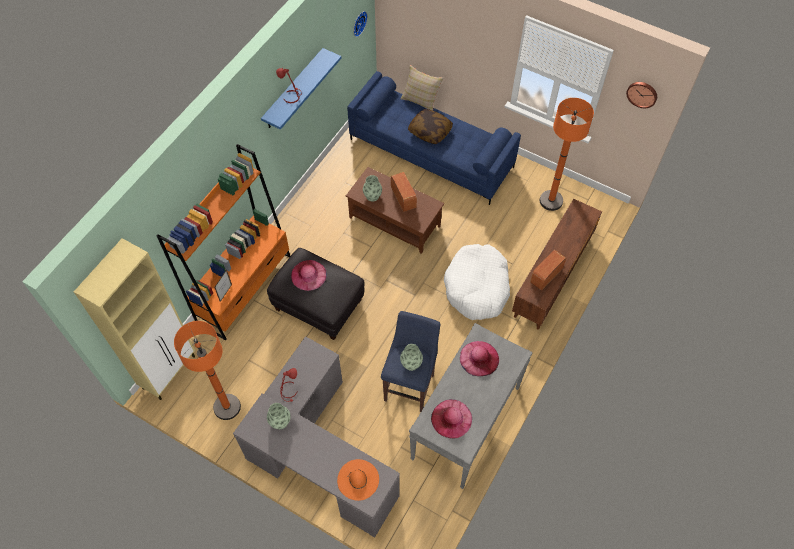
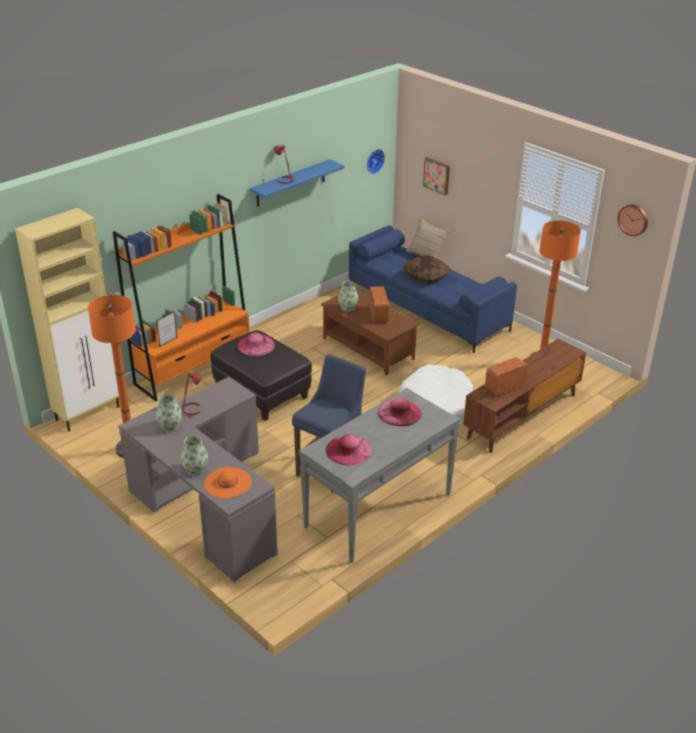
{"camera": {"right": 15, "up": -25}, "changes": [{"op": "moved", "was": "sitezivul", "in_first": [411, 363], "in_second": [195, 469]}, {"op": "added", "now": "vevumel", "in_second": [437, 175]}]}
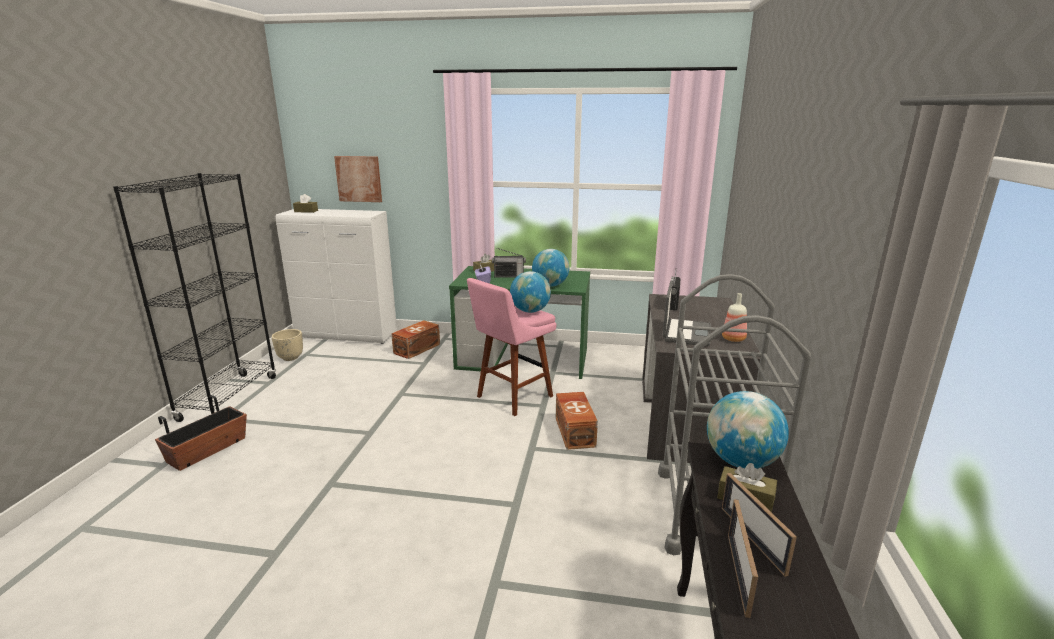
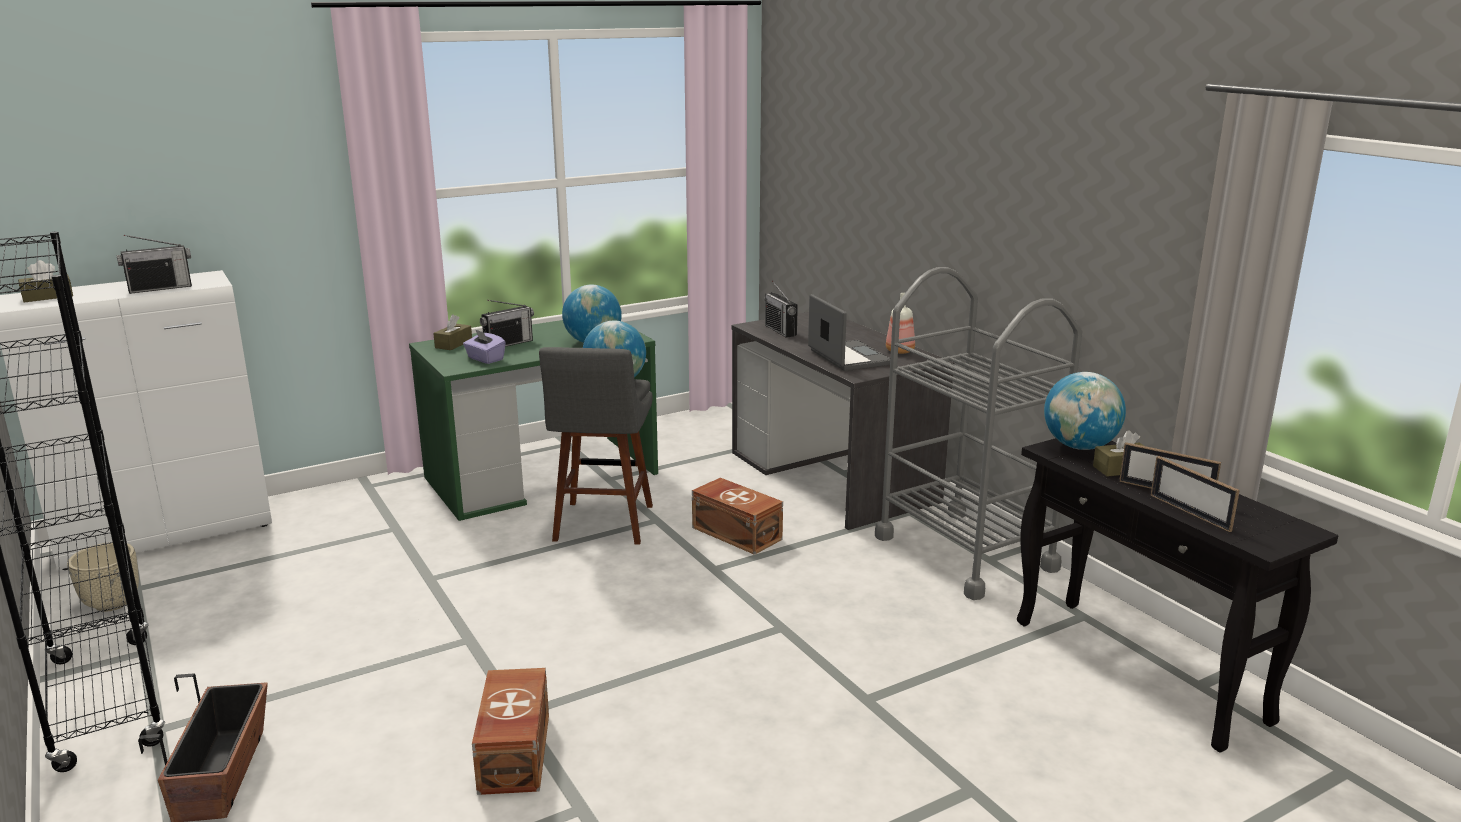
{"camera": {"right": -40, "up": 0}, "changes": [{"op": "removed", "was": "vevumel", "in_first": [359, 179]}, {"op": "moved", "was": "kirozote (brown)", "in_first": [416, 349], "in_second": [512, 754]}, {"op": "recoloured", "was": "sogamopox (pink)", "now": "sogamopox (grey)", "in_first": [512, 398], "in_second": [602, 526]}, {"op": "added", "now": "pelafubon", "in_second": [160, 288]}]}
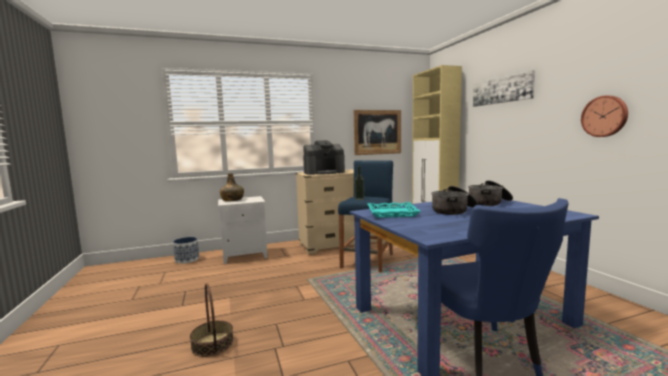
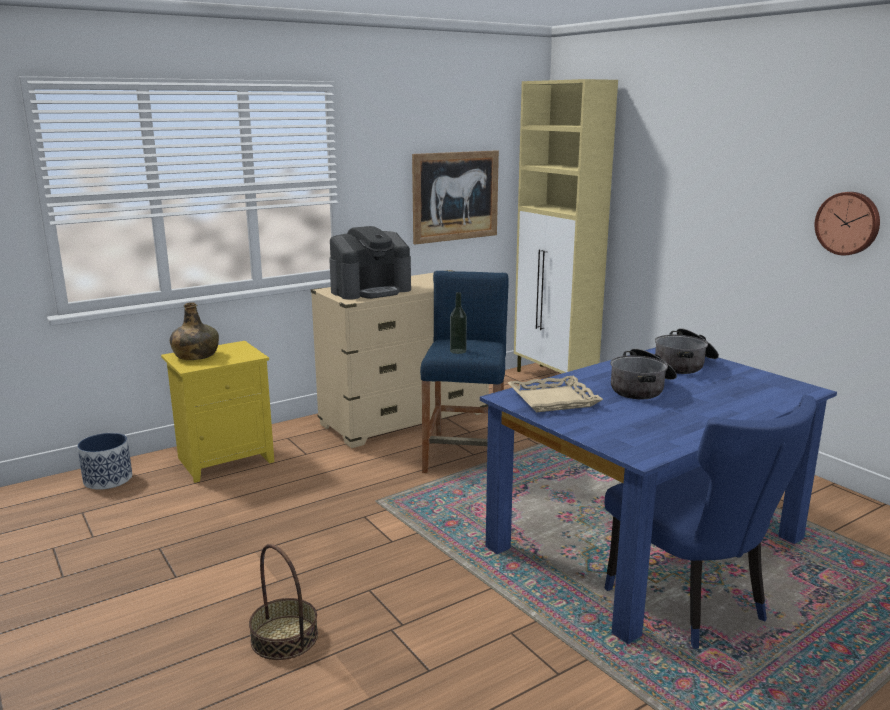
{"camera": {"right": -15, "up": 10}, "changes": [{"op": "recoloured", "was": "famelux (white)", "now": "famelux (yellow)", "in_first": [245, 255], "in_second": [226, 459]}, {"op": "recoloured", "was": "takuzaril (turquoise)", "now": "takuzaril (beige)", "in_first": [392, 213], "in_second": [553, 399]}, {"op": "removed", "was": "vevumel", "in_first": [502, 90]}]}
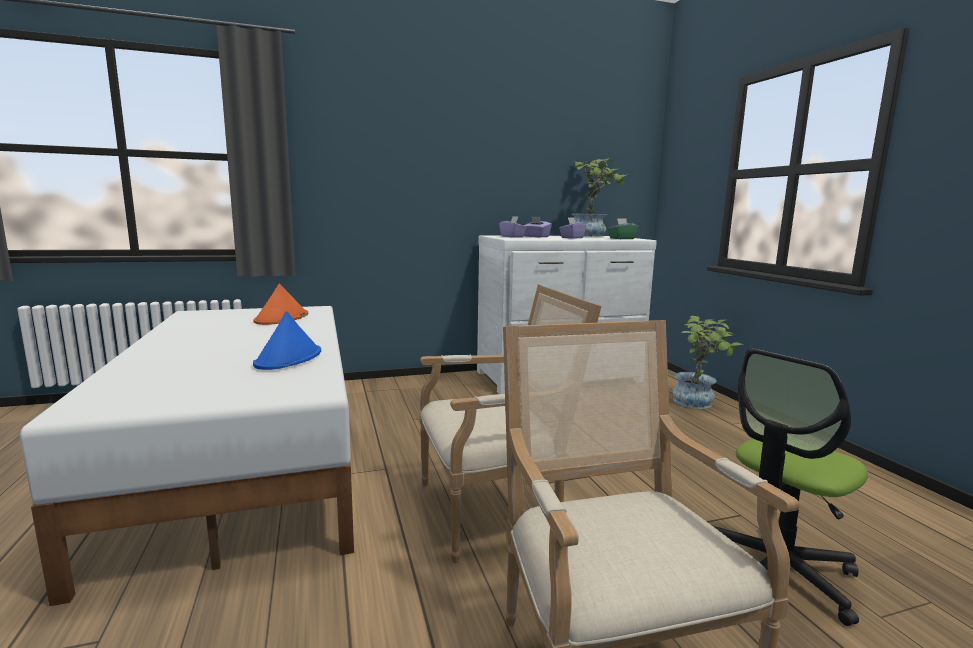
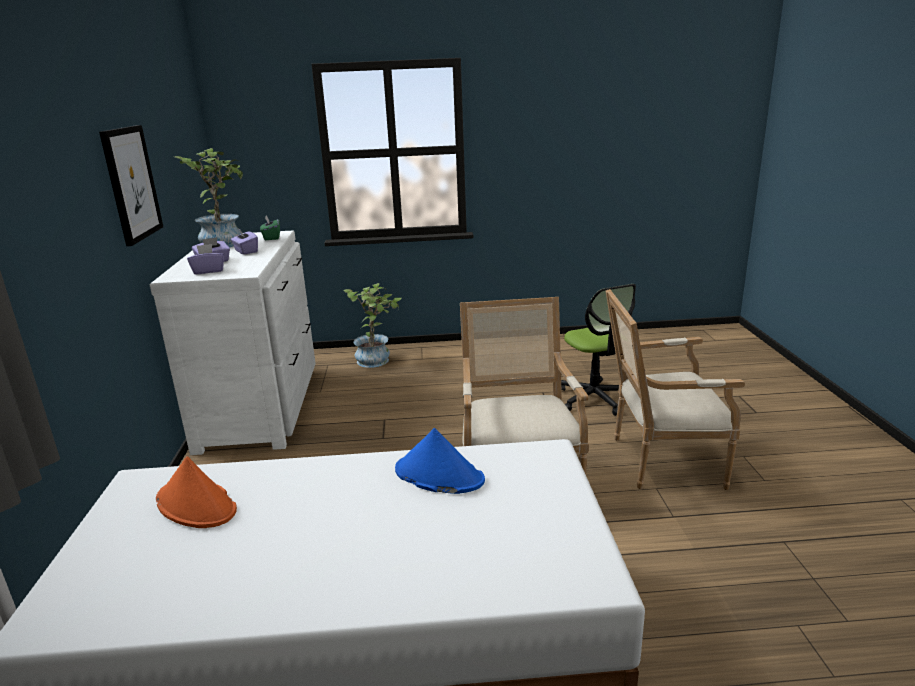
{"camera": {"right": -75, "up": 10}, "changes": [{"op": "added", "now": "vevumel", "in_second": [131, 183]}]}
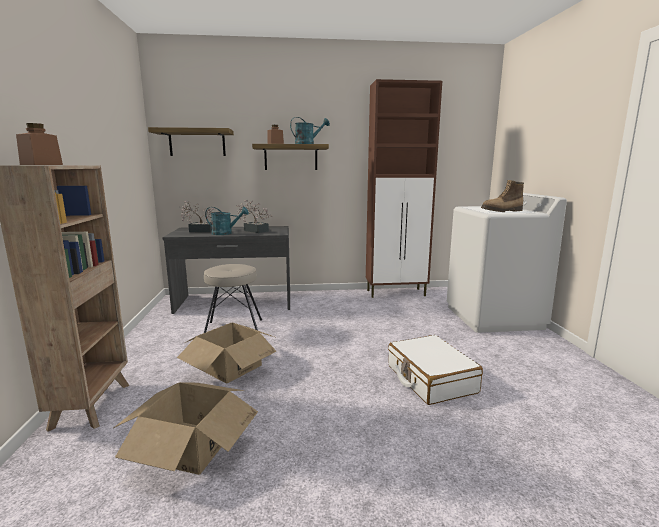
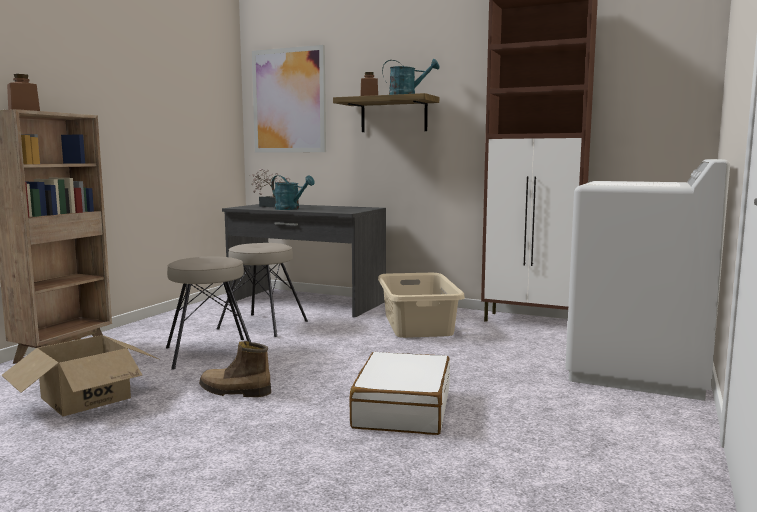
{"camera": {"right": 30, "up": -5}, "changes": [{"op": "replaced", "was": "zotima", "now": "vevumel", "in_first": [197, 143], "in_second": [289, 101]}, {"op": "replaced", "was": "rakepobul", "now": "sogamopox (beige)", "in_first": [231, 367], "in_second": [209, 353]}, {"op": "removed", "was": "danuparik", "in_first": [254, 230]}, {"op": "moved", "was": "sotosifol", "in_first": [502, 211], "in_second": [234, 392]}, {"op": "added", "now": "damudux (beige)", "in_second": [418, 324]}]}
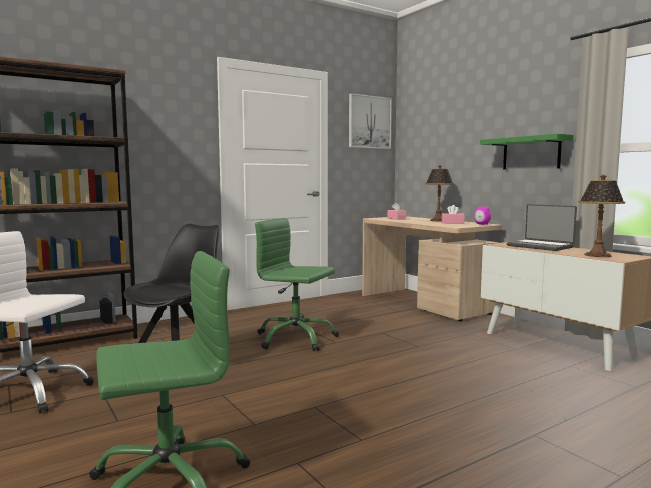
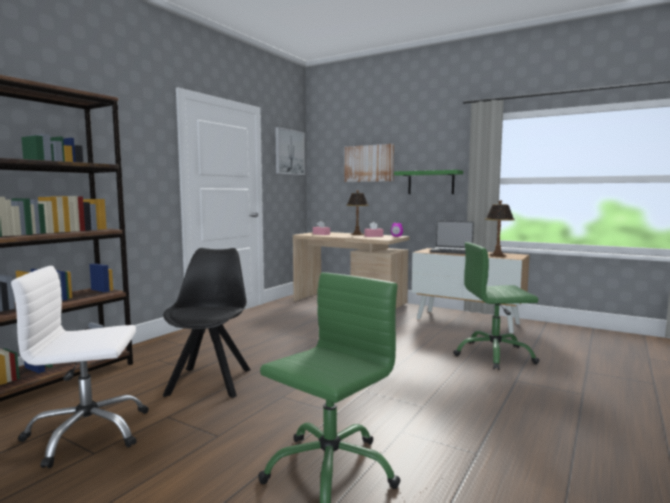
{"camera": {"right": -25, "up": 0}, "changes": [{"op": "moved", "was": "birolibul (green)", "in_first": [295, 338], "in_second": [494, 355]}, {"op": "added", "now": "vevumel", "in_second": [369, 163]}]}
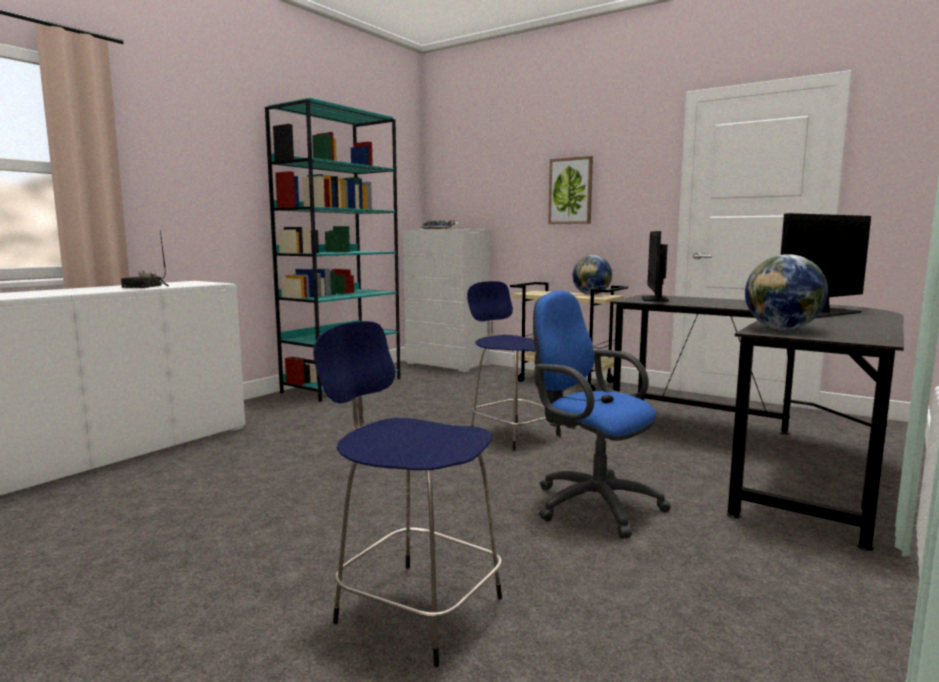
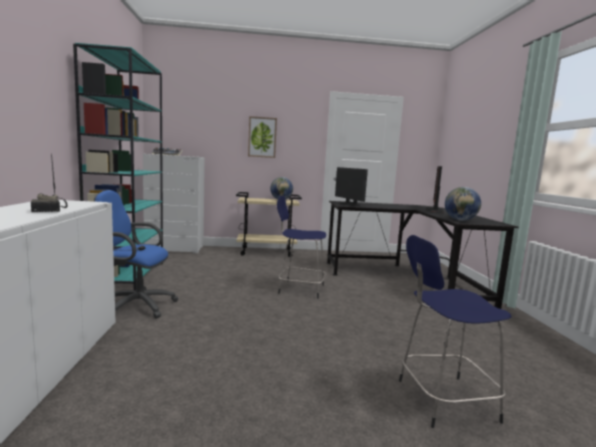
{"camera": {"right": -40, "up": 0}, "changes": [{"op": "moved", "was": "birolibul (blue)", "in_first": [590, 504], "in_second": [135, 306]}]}
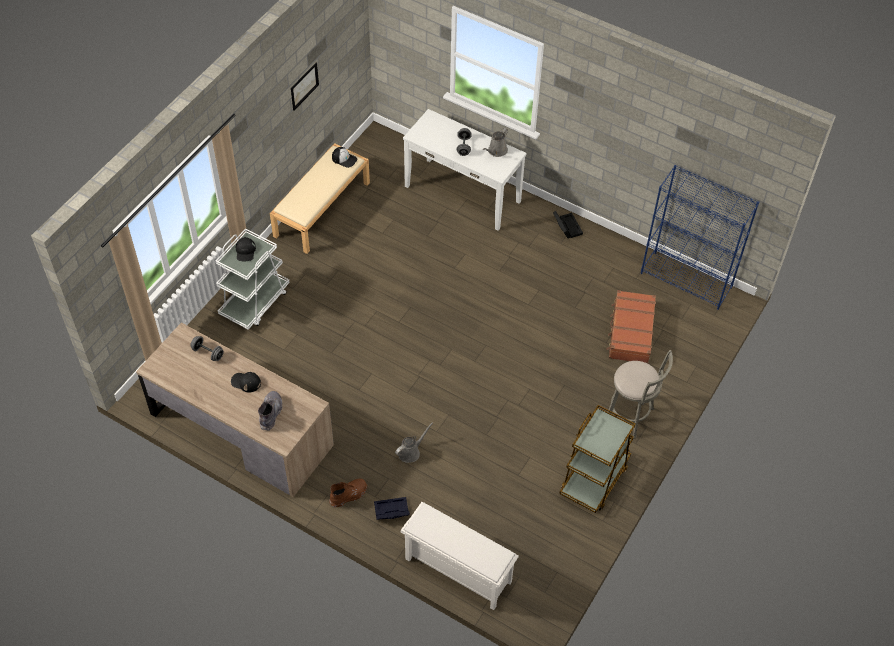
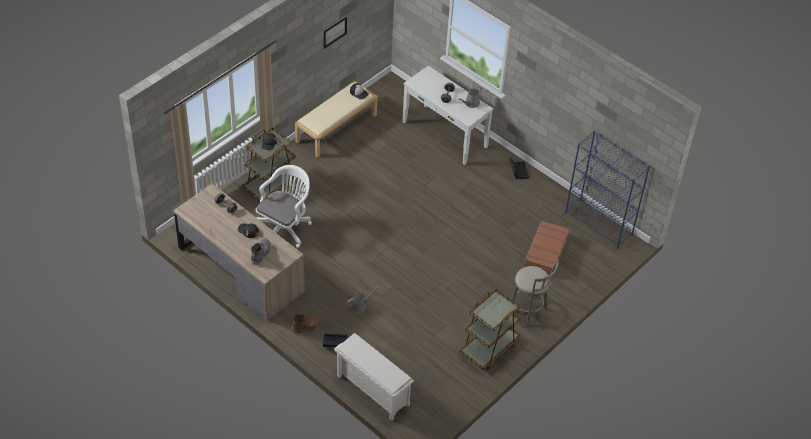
{"camera": {"right": 10, "up": -5}, "changes": [{"op": "recoloured", "was": "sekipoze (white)", "now": "sekipoze (brown)", "in_first": [255, 302], "in_second": [271, 185]}, {"op": "added", "now": "birolibul (white)", "in_second": [285, 227]}]}
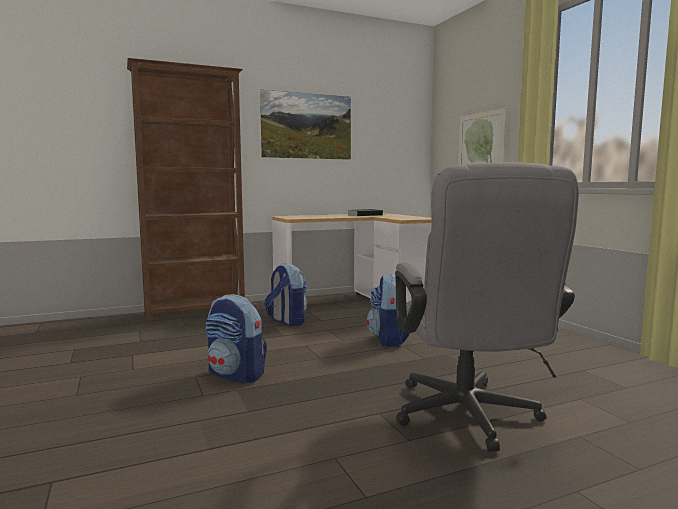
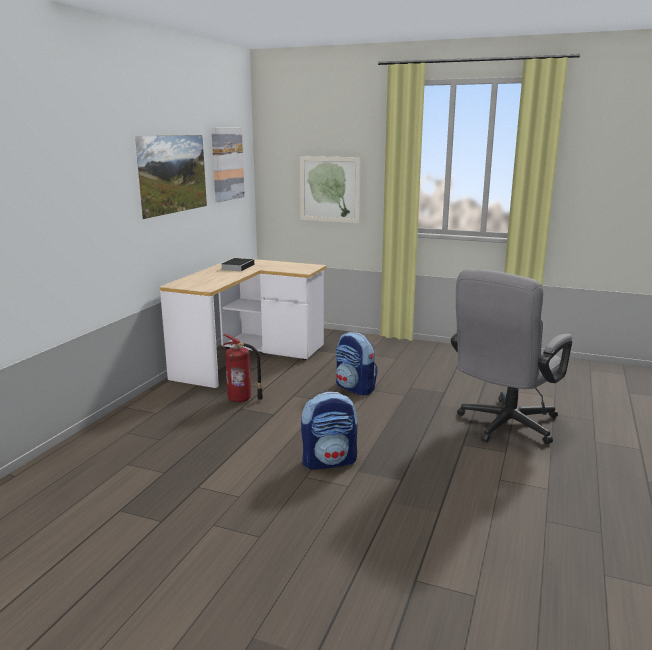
{"camera": {"right": -45, "up": 10}, "changes": [{"op": "removed", "was": "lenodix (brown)", "in_first": [196, 313]}, {"op": "replaced", "was": "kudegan", "now": "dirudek", "in_first": [286, 321], "in_second": [241, 399]}, {"op": "turned", "was": "birolibul (grey)", "in_first": [469, 419], "in_second": [503, 426], "clockwise": 90}, {"op": "added", "now": "vevumel", "in_second": [227, 164]}]}
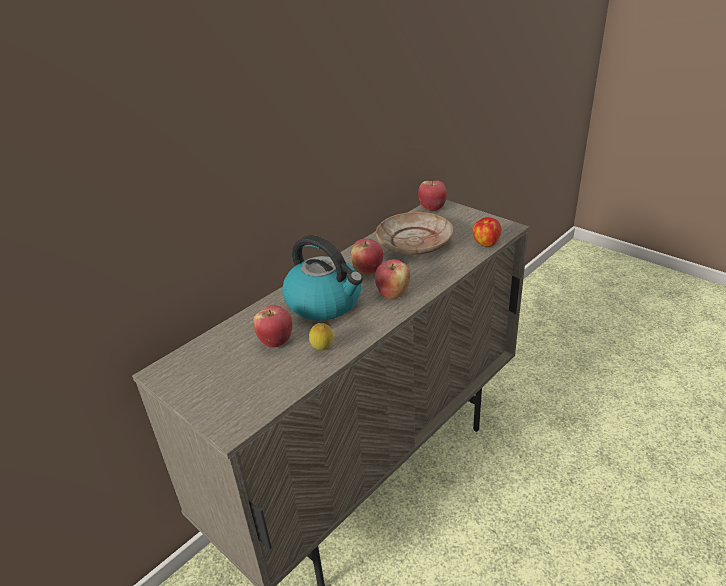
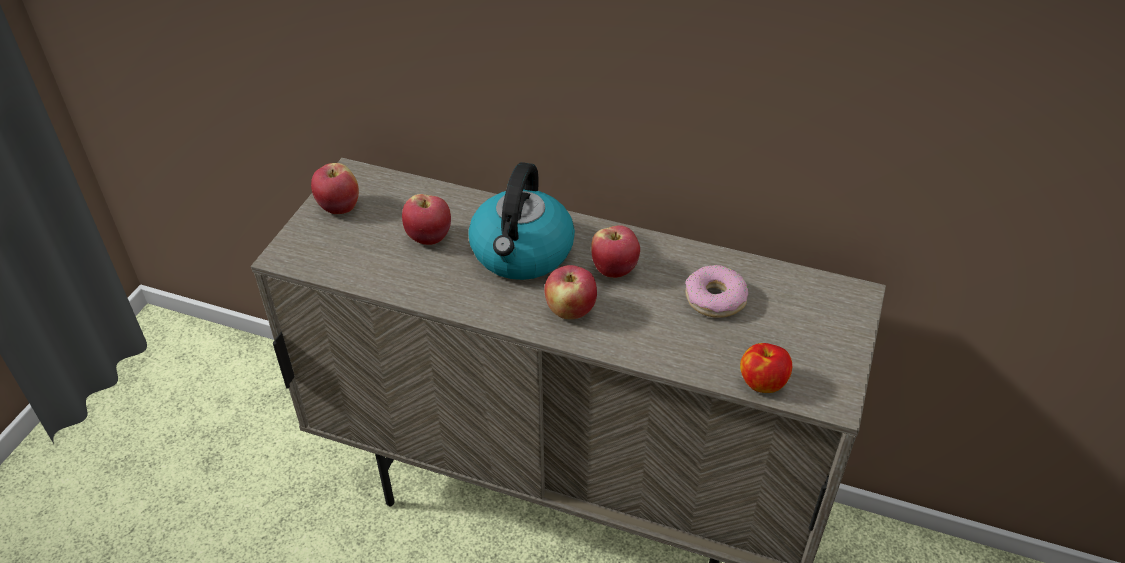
{"camera": {"right": 65, "up": 10}, "changes": [{"op": "removed", "was": "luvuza", "in_first": [322, 350]}, {"op": "replaced", "was": "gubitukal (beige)", "now": "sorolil", "in_first": [415, 243], "in_second": [715, 299]}, {"op": "moved", "was": "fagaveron", "in_first": [432, 208], "in_second": [339, 207]}]}
